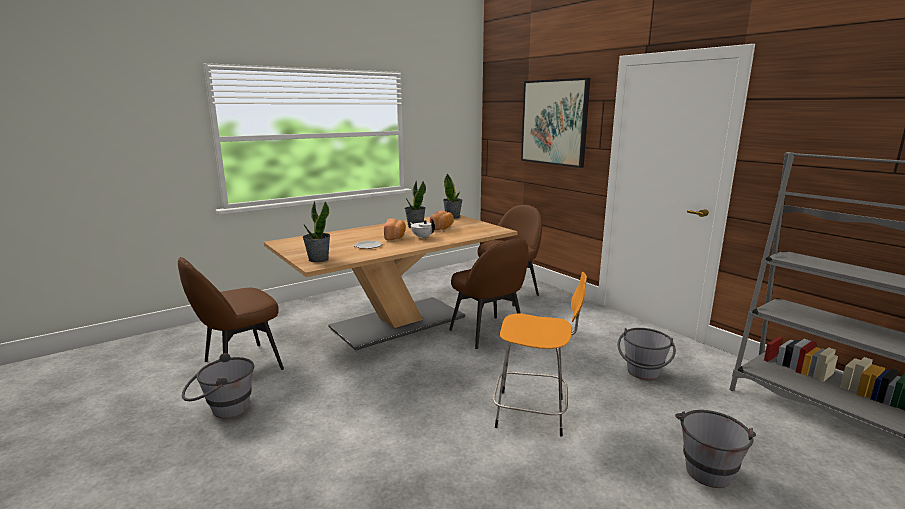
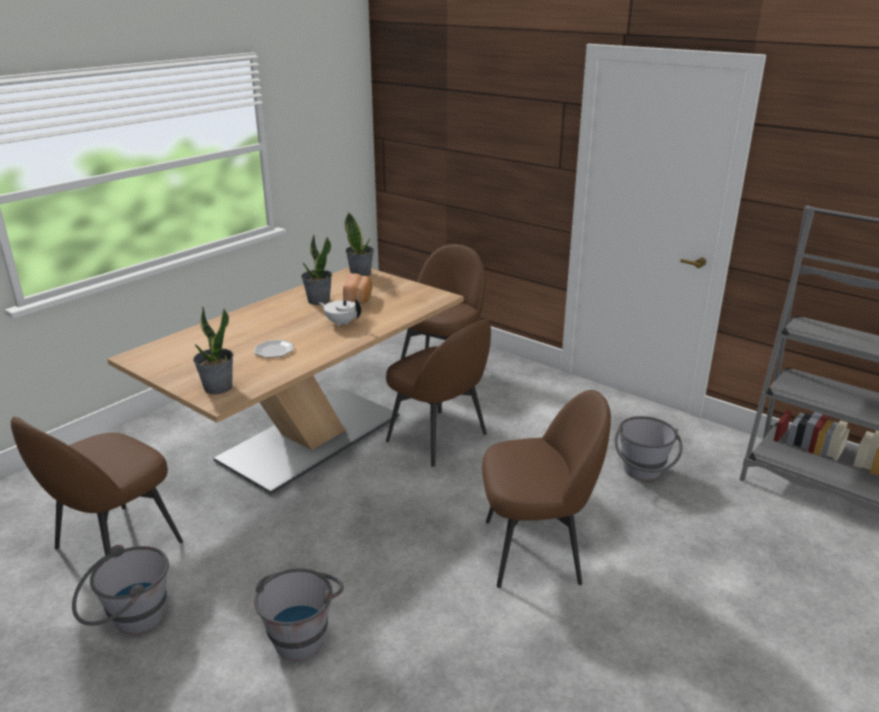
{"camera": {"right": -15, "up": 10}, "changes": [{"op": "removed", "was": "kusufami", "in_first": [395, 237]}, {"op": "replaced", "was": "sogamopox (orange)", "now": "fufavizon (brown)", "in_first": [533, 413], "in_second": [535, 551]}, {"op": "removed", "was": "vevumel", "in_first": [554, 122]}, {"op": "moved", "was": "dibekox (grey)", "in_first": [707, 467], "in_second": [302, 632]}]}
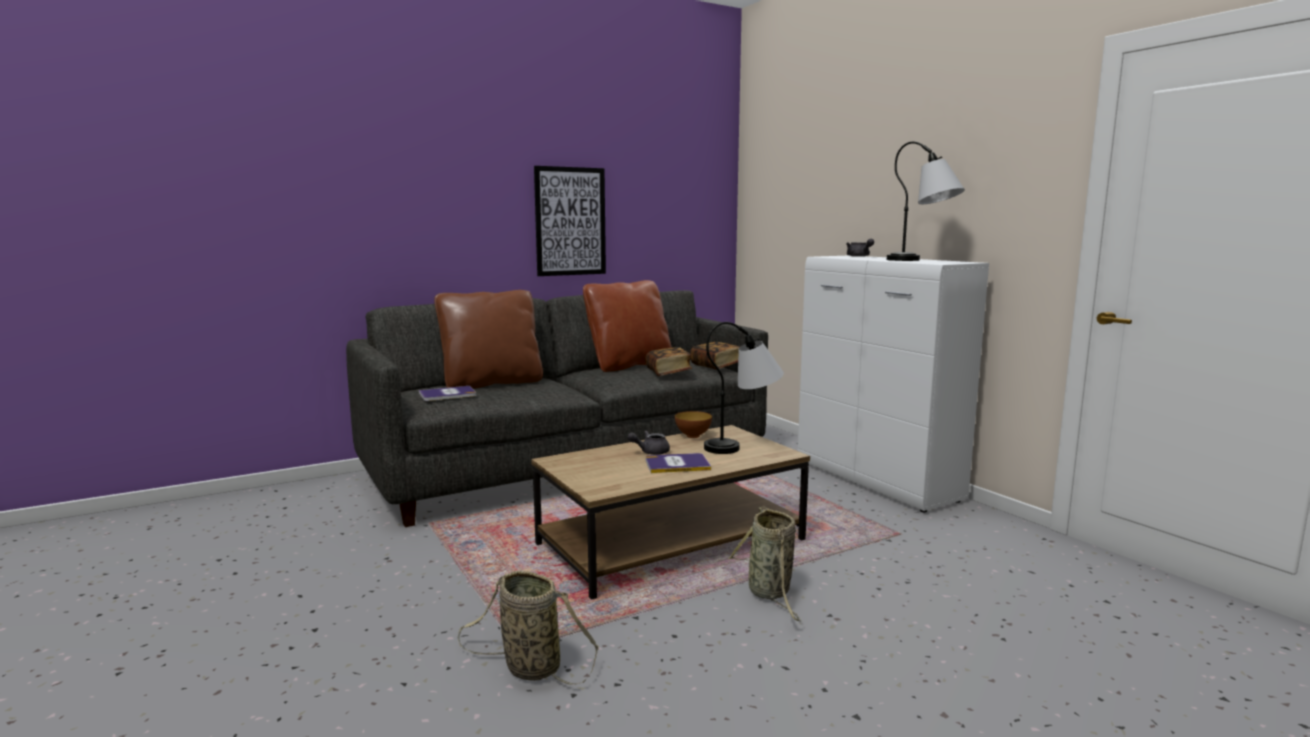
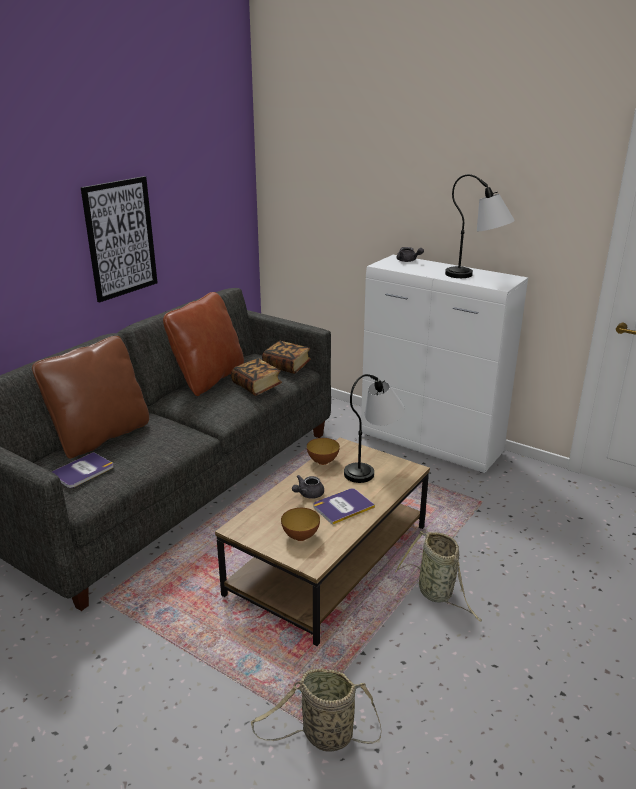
{"camera": {"right": -25, "up": 15}, "changes": [{"op": "added", "now": "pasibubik", "in_second": [300, 536]}]}
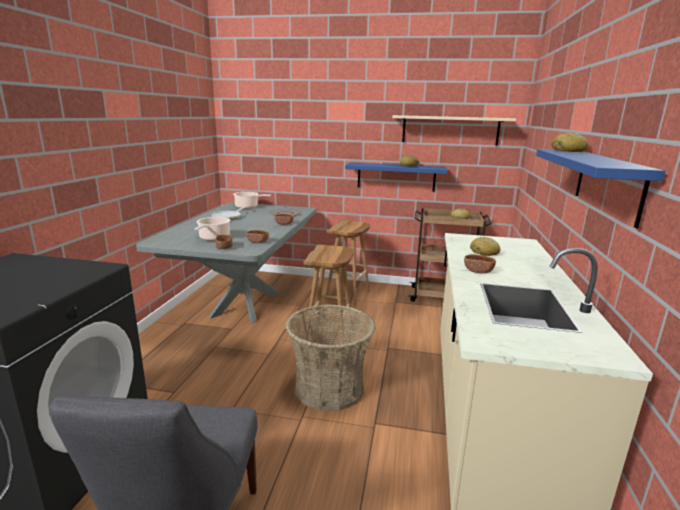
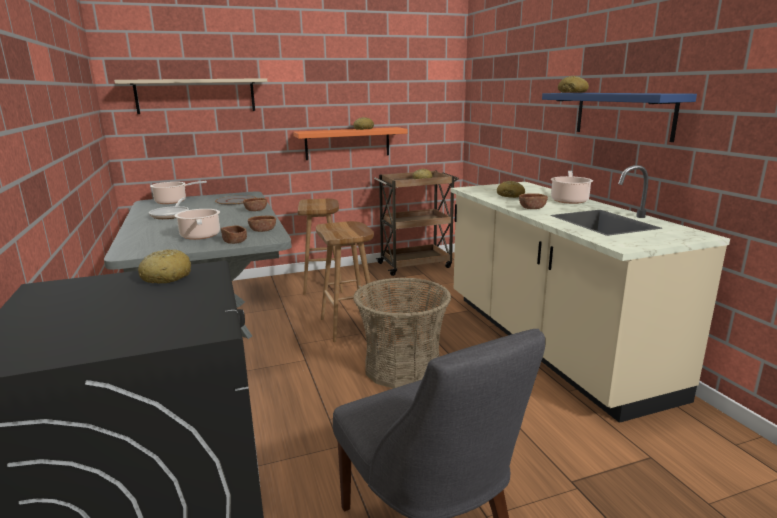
{"camera": {"right": -30, "up": 0}, "changes": [{"op": "recoloured", "was": "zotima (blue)", "now": "zotima (orange)", "in_first": [396, 177], "in_second": [347, 143]}, {"op": "moved", "was": "zotima (beige)", "in_first": [450, 130], "in_second": [196, 96]}, {"op": "added", "now": "kusufami", "in_second": [167, 277]}, {"op": "added", "now": "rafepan", "in_second": [569, 200]}]}
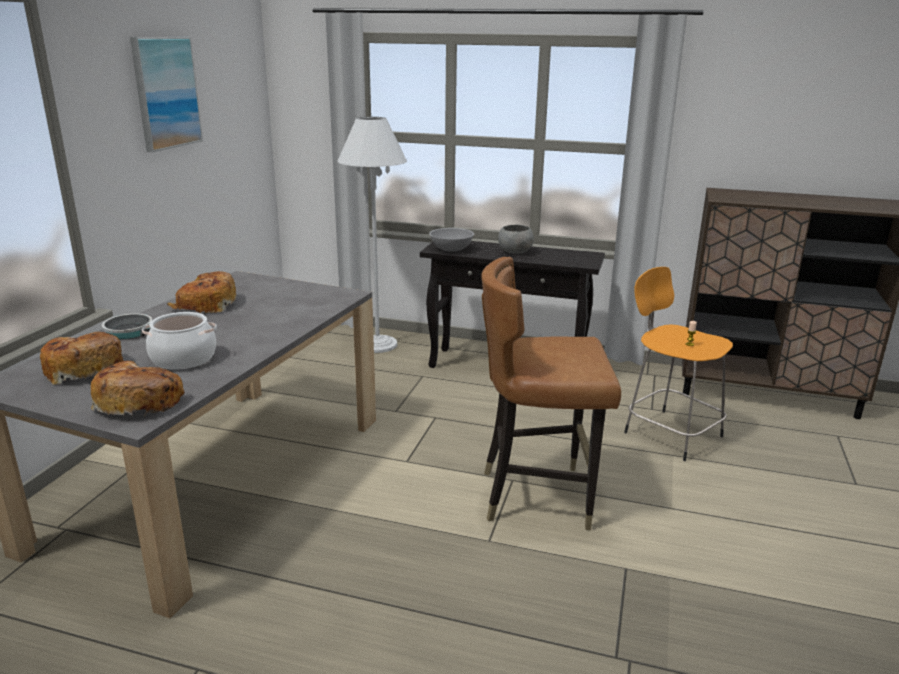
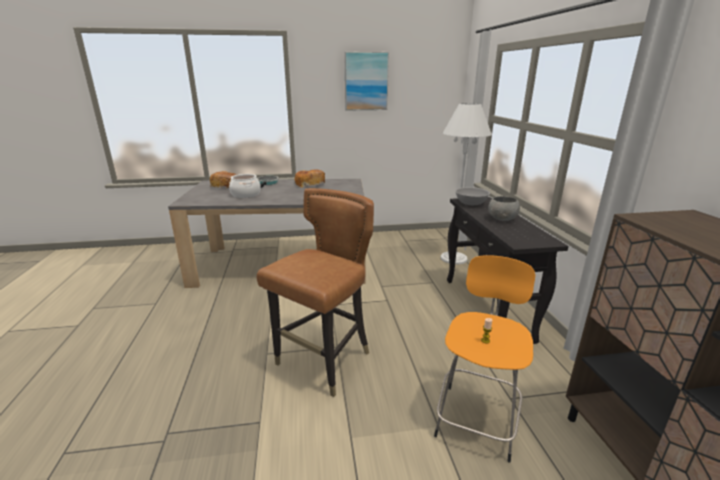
{"camera": {"right": 65, "up": 0}, "changes": [{"op": "removed", "was": "kusufami", "in_first": [139, 401]}, {"op": "turned", "was": "fufavizon (brown)", "in_first": [537, 496], "in_second": [324, 362], "clockwise": 60}]}
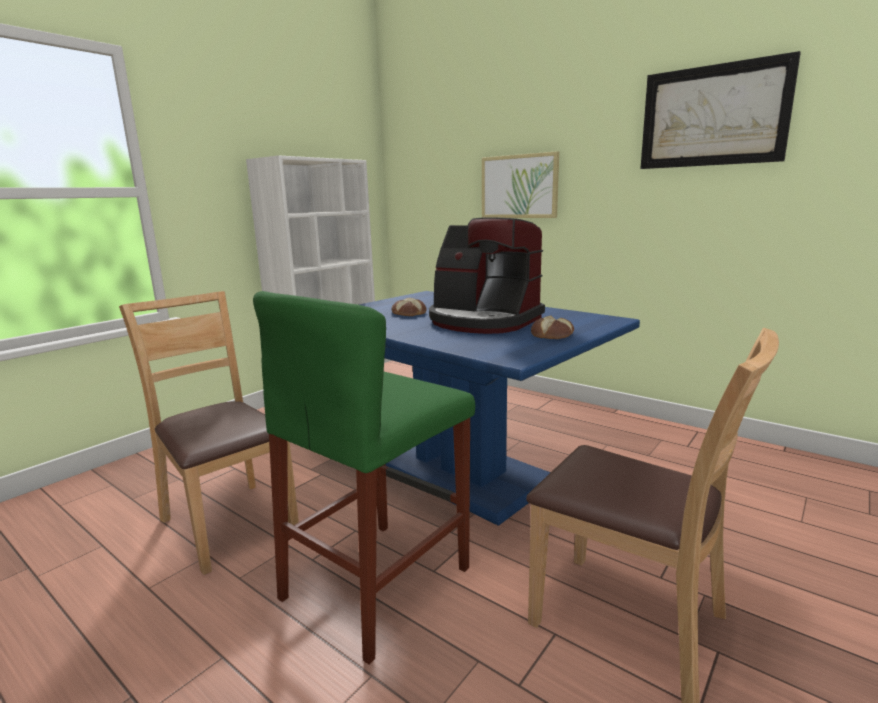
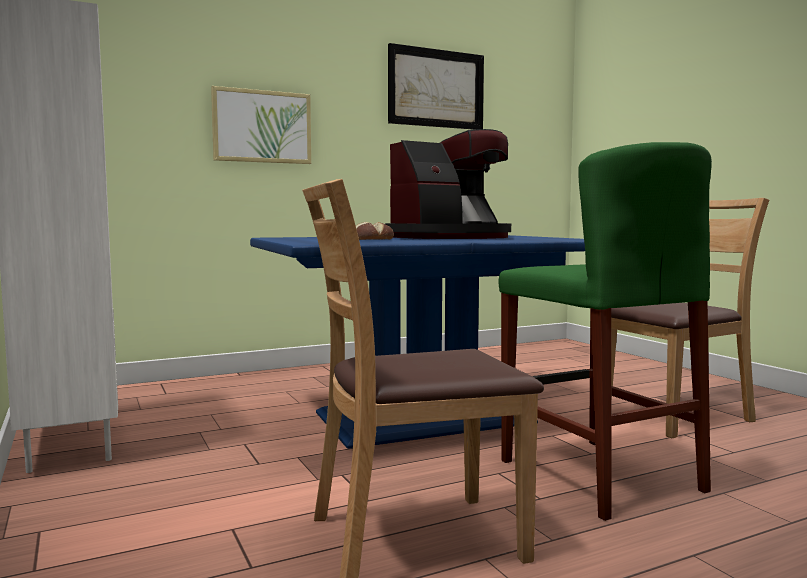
{"camera": {"right": -65, "up": -10}, "changes": [{"op": "removed", "was": "kusufami", "in_first": [553, 335]}]}
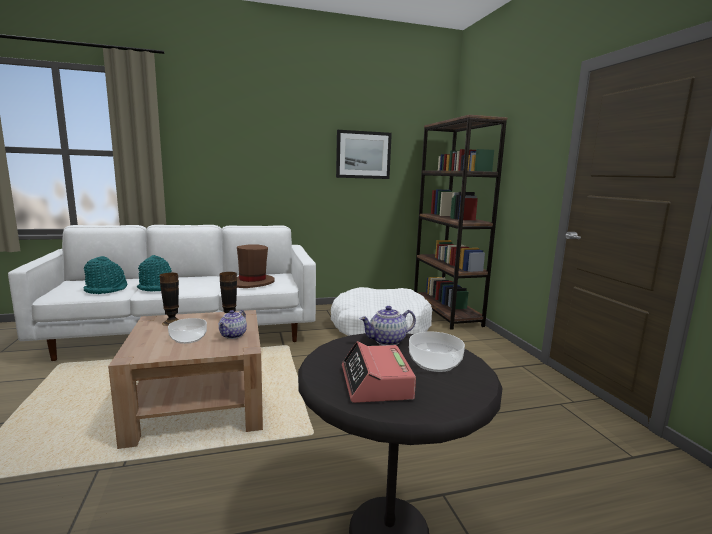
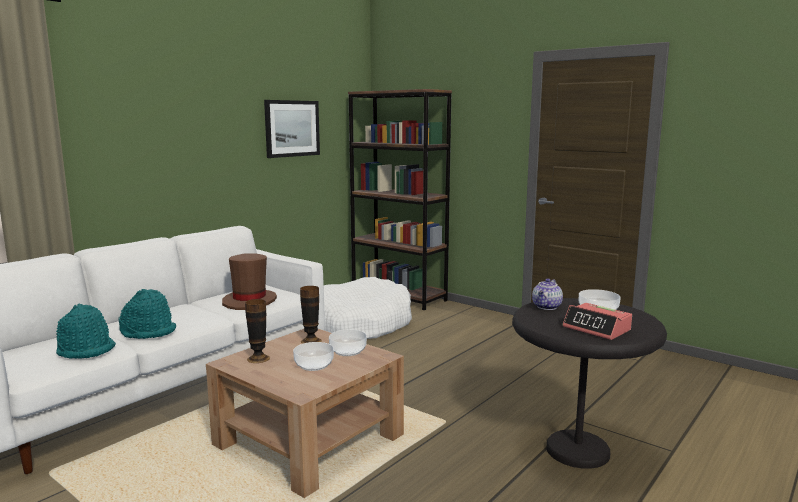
{"camera": {"right": -35, "up": 0}, "changes": [{"op": "replaced", "was": "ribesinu", "now": "pasibubik", "in_first": [233, 335], "in_second": [348, 351]}]}
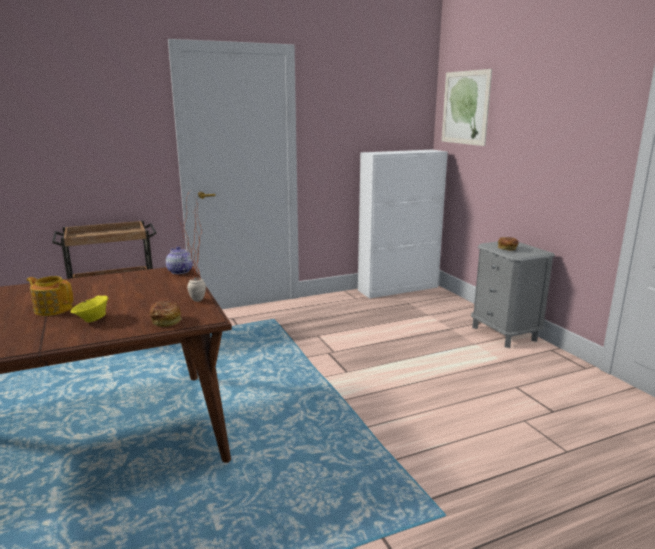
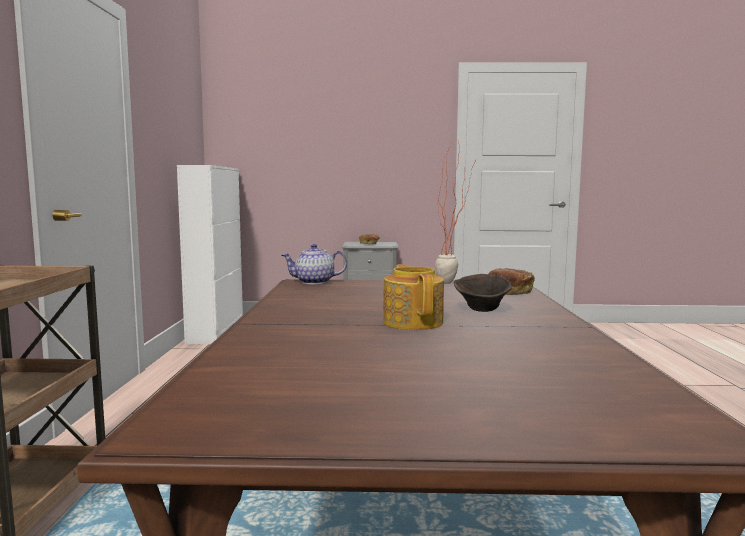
{"camera": {"right": -65, "up": -10}, "changes": [{"op": "turned", "was": "ribesinu", "in_first": [53, 309], "in_second": [413, 322], "clockwise": 120}, {"op": "recoloured", "was": "pasibubik (yellow)", "now": "pasibubik (brown)", "in_first": [92, 320], "in_second": [483, 310]}, {"op": "removed", "was": "vevumel", "in_first": [465, 107]}]}
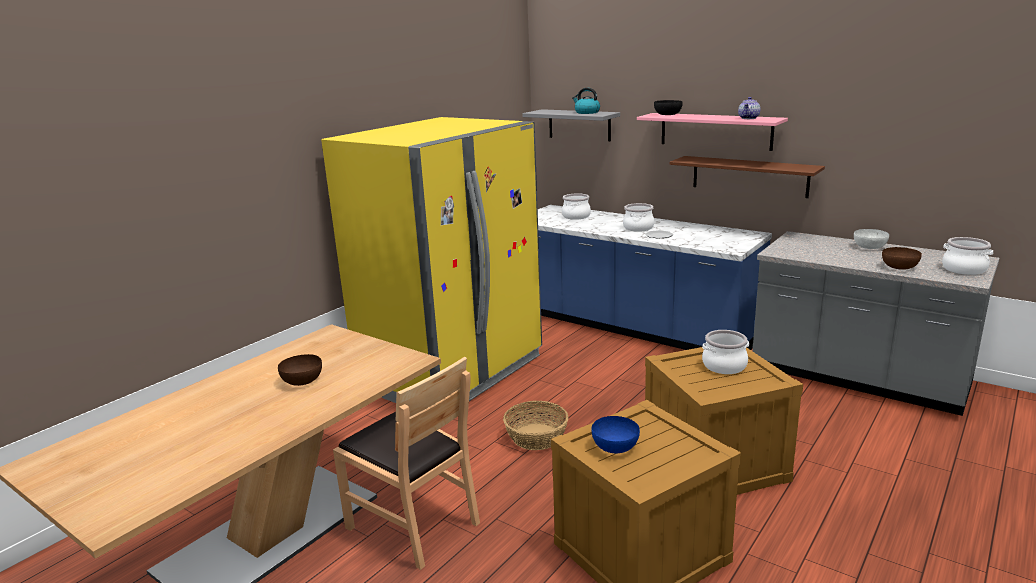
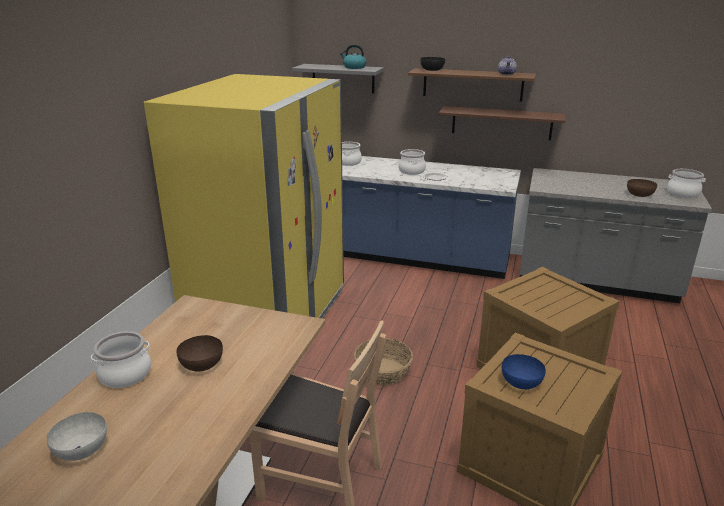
{"camera": {"right": -20, "up": 5}, "changes": [{"op": "recoloured", "was": "zotima (pink)", "now": "zotima (brown)", "in_first": [715, 131], "in_second": [472, 84]}, {"op": "moved", "was": "rafepan", "in_first": [724, 366], "in_second": [125, 374]}, {"op": "moved", "was": "pasibubik (white)", "in_first": [870, 247], "in_second": [82, 449]}]}
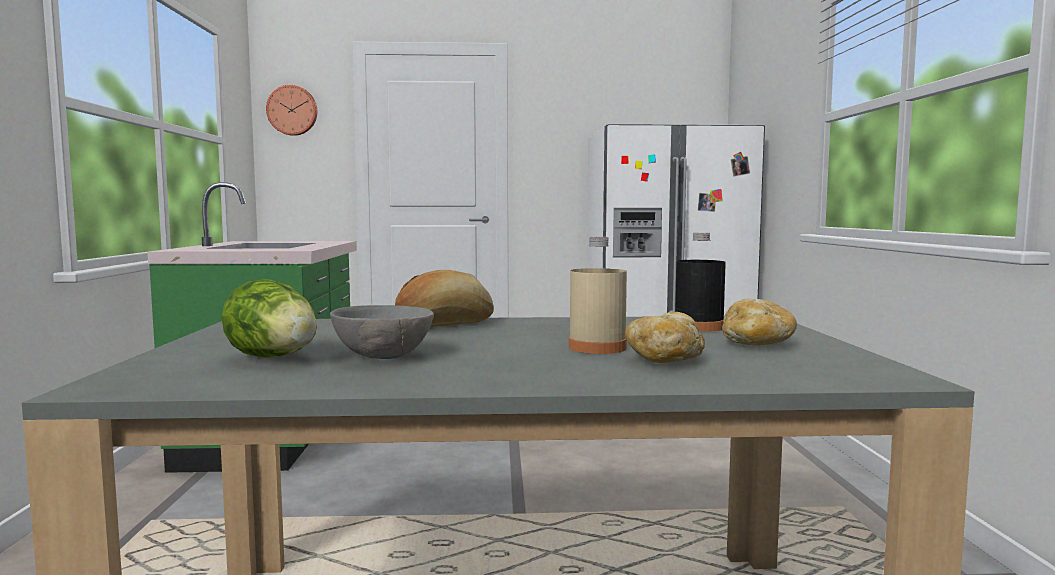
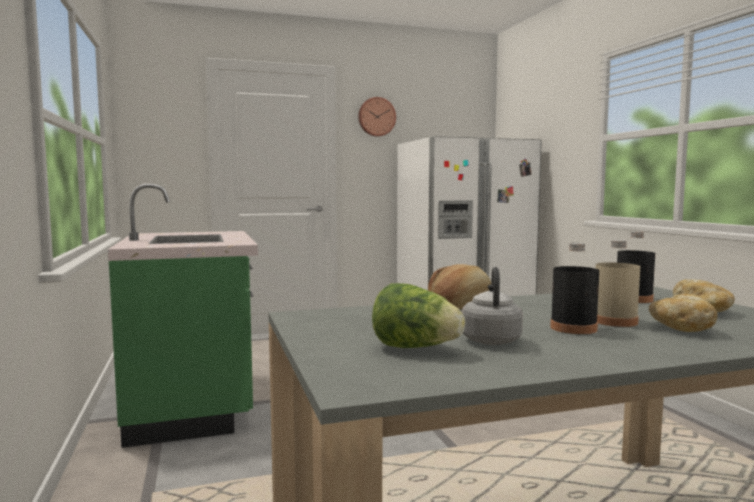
{"camera": {"right": -15, "up": 0}, "changes": [{"op": "moved", "was": "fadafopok", "in_first": [292, 110], "in_second": [376, 117]}, {"op": "replaced", "was": "pasibubik (grey)", "now": "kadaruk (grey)", "in_first": [384, 356], "in_second": [491, 340]}, {"op": "added", "now": "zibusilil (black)", "in_second": [573, 328]}]}
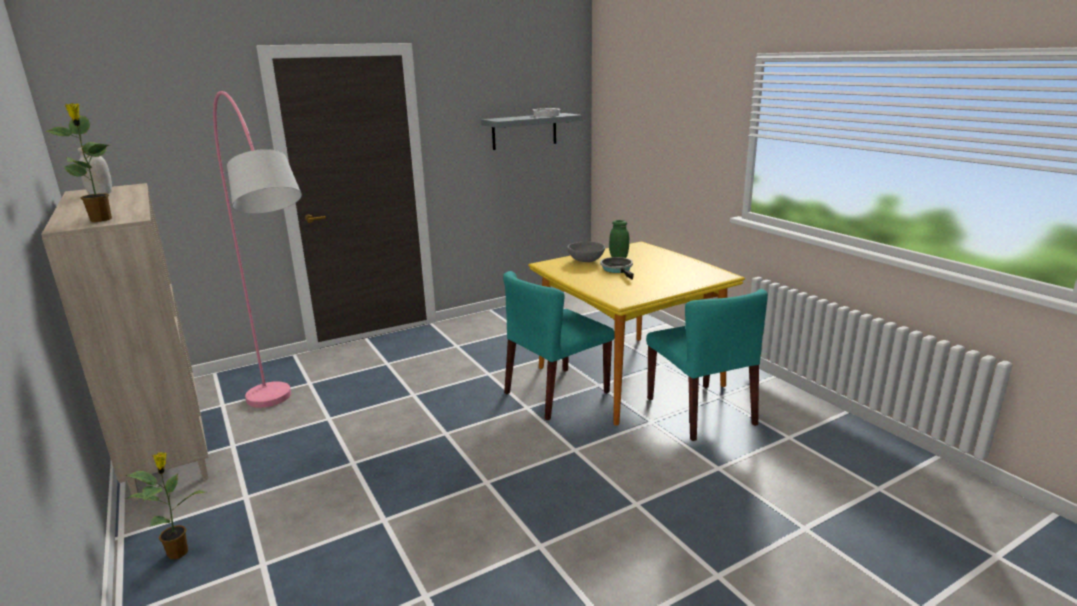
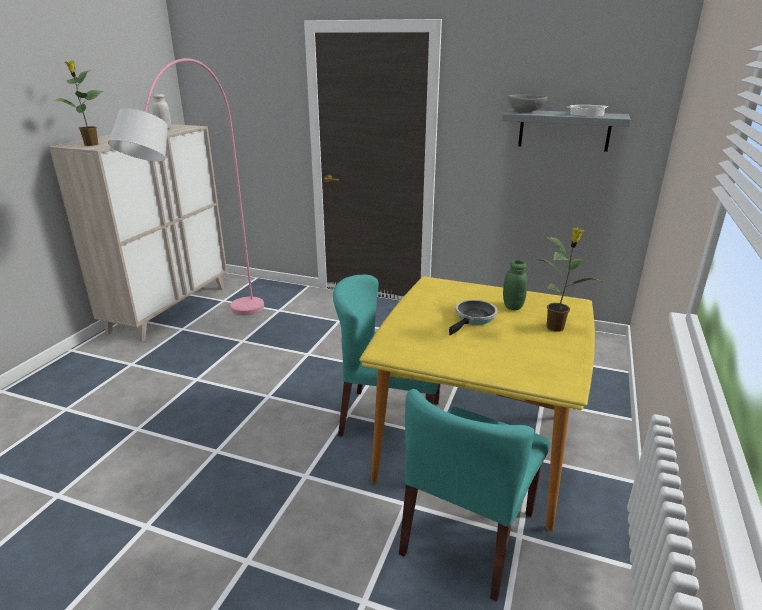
{"camera": {"right": 50, "up": 5}, "changes": [{"op": "moved", "was": "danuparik", "in_first": [179, 552], "in_second": [556, 327]}, {"op": "moved", "was": "pasibubik (grey)", "in_first": [586, 260], "in_second": [525, 112]}]}
